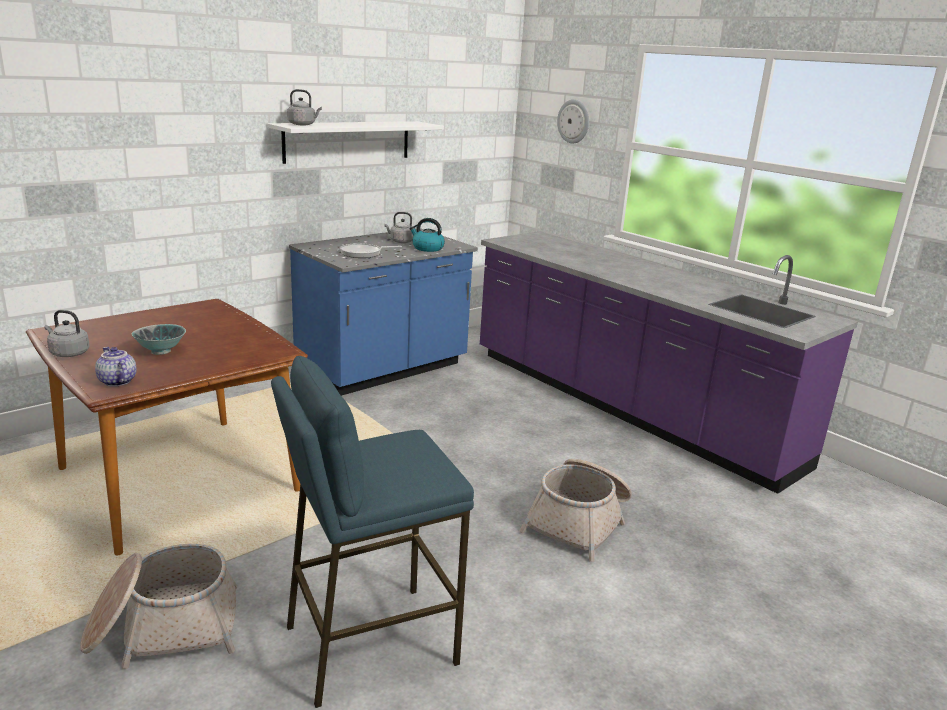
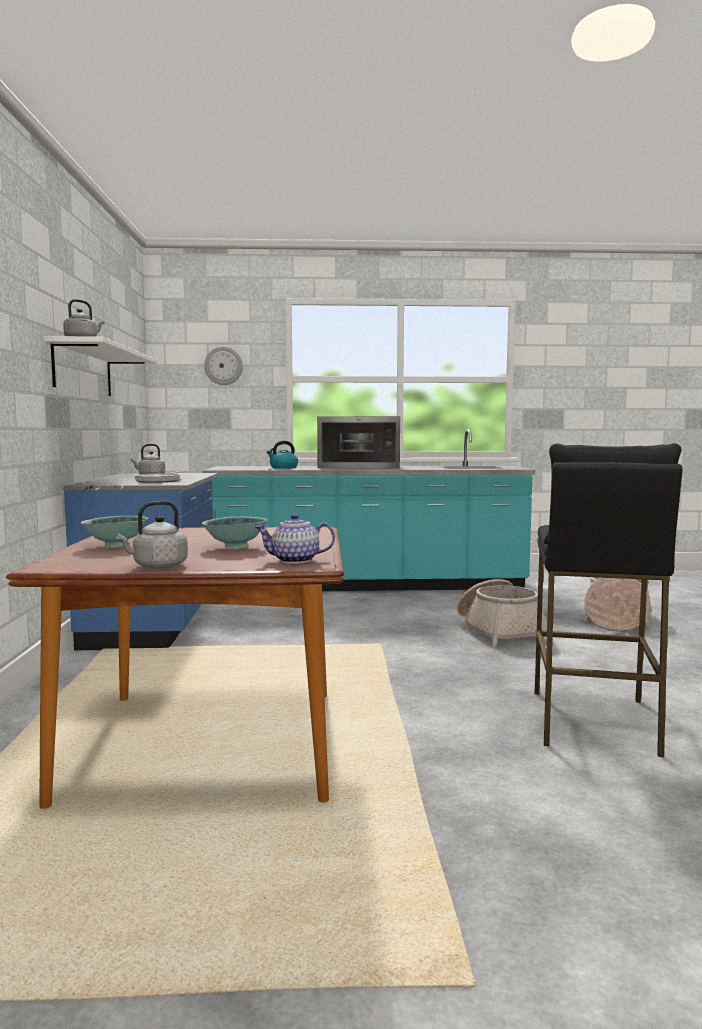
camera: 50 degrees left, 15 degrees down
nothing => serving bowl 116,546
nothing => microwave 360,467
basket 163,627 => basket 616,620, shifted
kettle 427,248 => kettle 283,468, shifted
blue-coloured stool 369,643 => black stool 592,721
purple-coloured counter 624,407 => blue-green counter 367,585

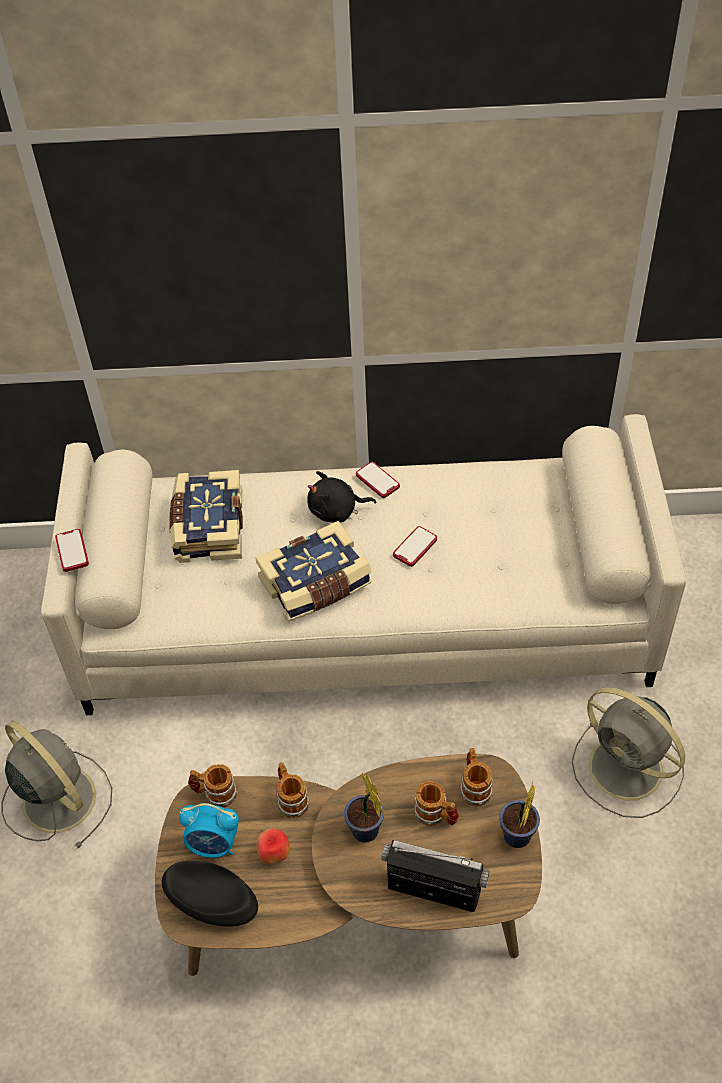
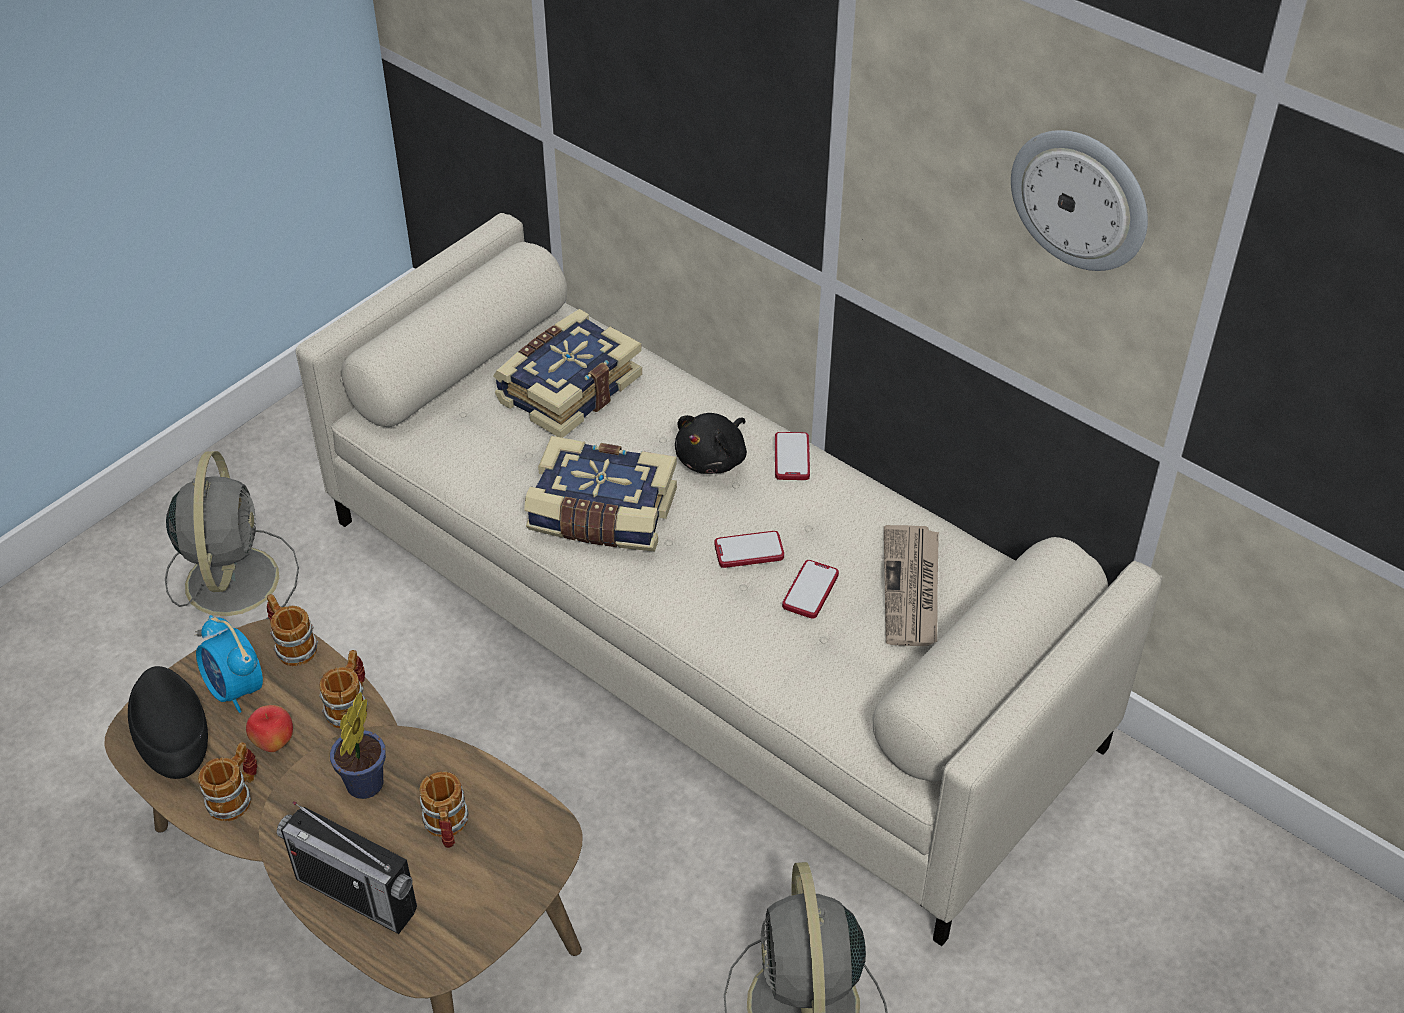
camera: 40 degrees right, 5 degrees down
plant in a pot 515,839 => nothing
nothing => newspaper 912,589
nothing => hanging clock 1081,199
telephone 72,551 => telephone 810,590, shifted
mug 474,786 => mug 236,796, shifted
black soft toy 336,511 => black soft toy 713,459, 90 degrees counterclockwise
radio receiver 433,889 => radio receiver 356,894, 150 degrees clockwise

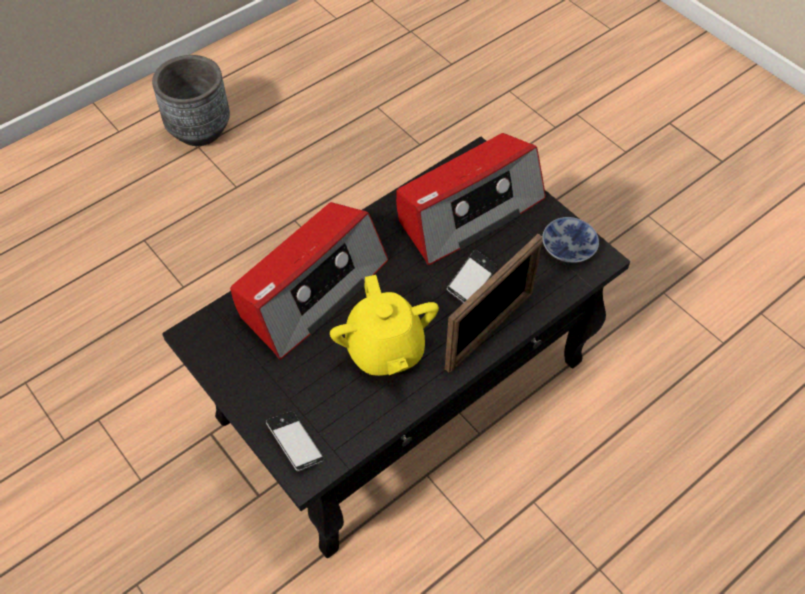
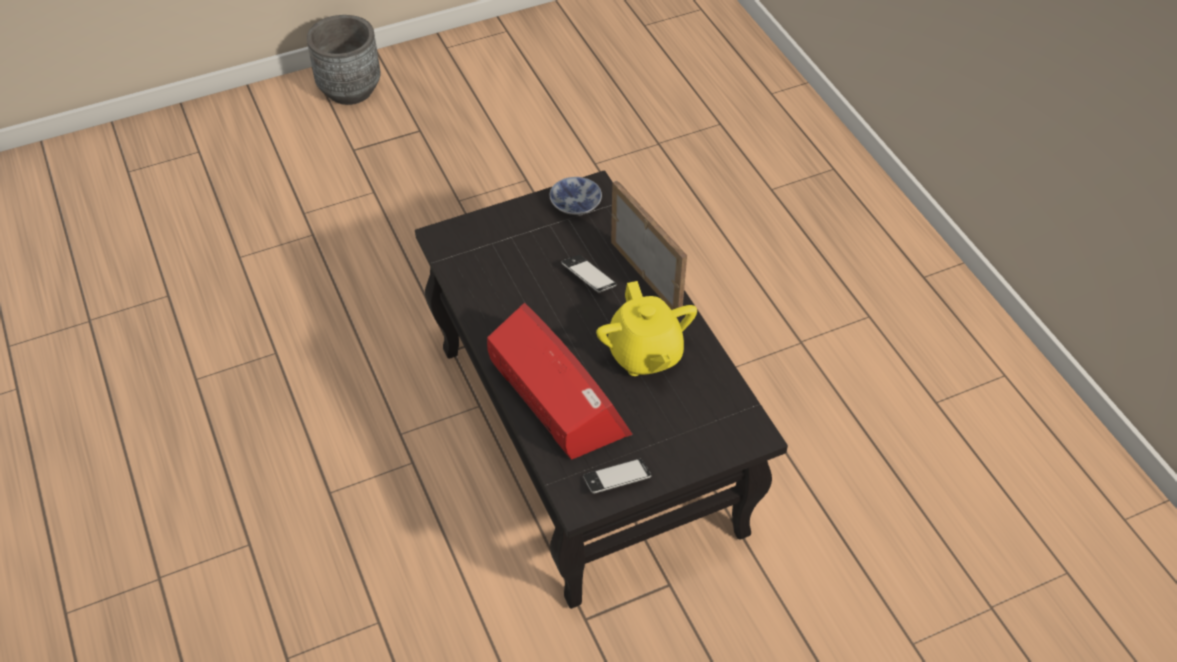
camera: 75 degrees left, 5 degrees down
radio receiver 468,210 => nothing
grey flower pot 200,130 => grey flower pot 350,90, shifted
telephone 295,443 => telephone 617,479, shifted
yellow tea pot 385,350 => yellow tea pot 645,354, 75 degrees clockwise

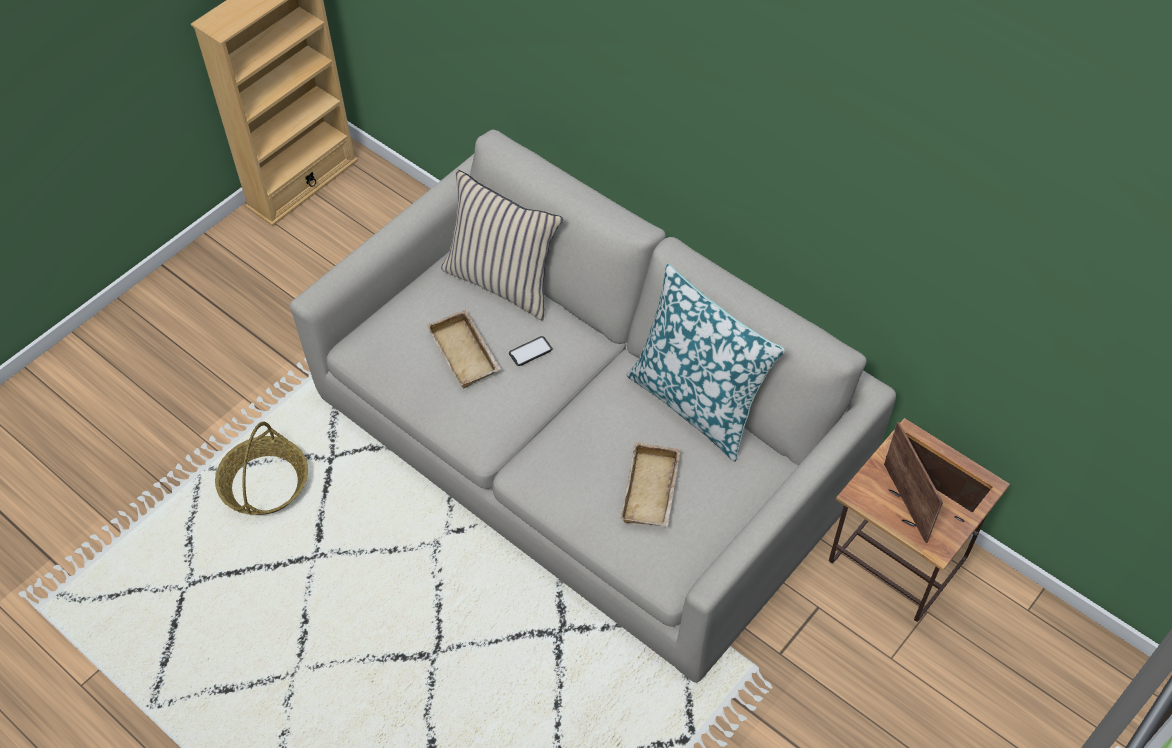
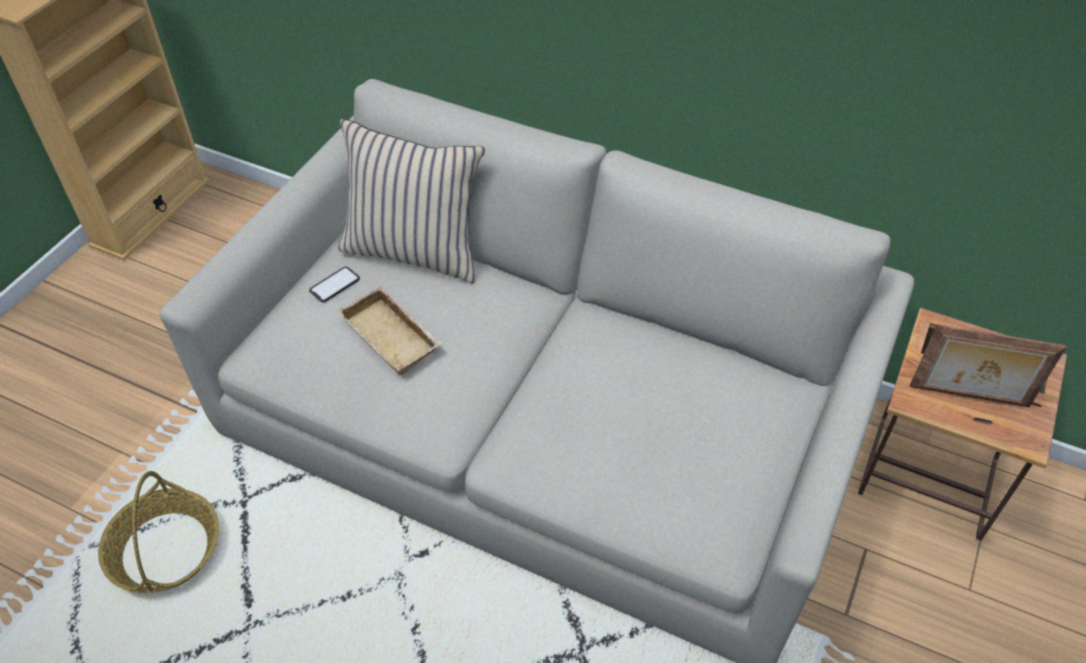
camera: 15 degrees left, 5 degrees down
sand-coloured carrying tray 653,491 => nothing
cushion 697,403 => nothing
telephone 530,351 => telephone 334,285, shifted
photo frame 906,502 => photo frame 969,397, 135 degrees clockwise

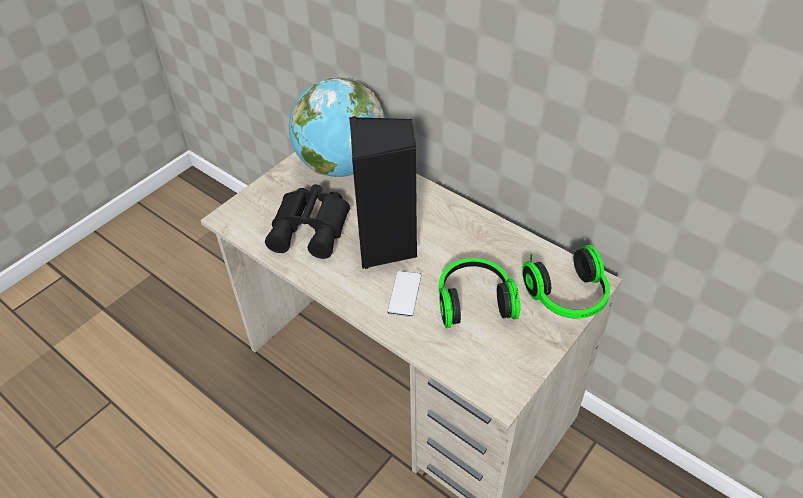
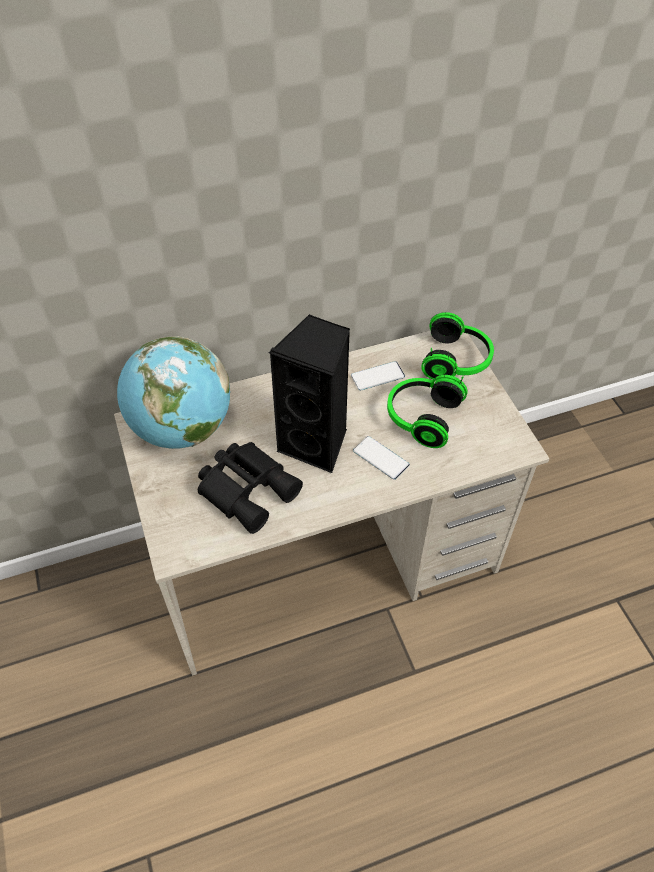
camera: 60 degrees left, 5 degrees up
nothing => telephone 378,376

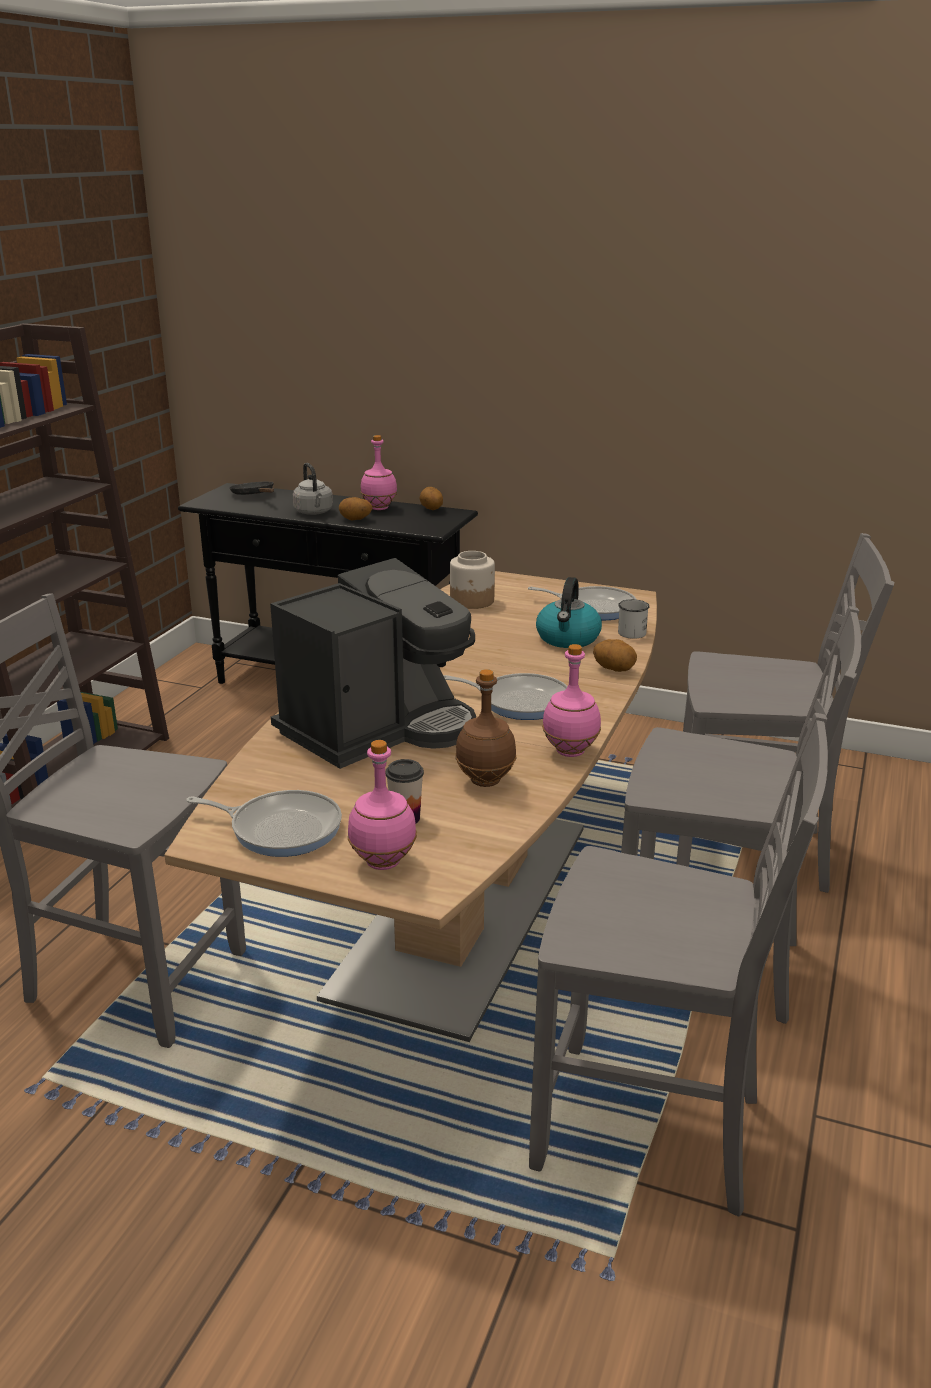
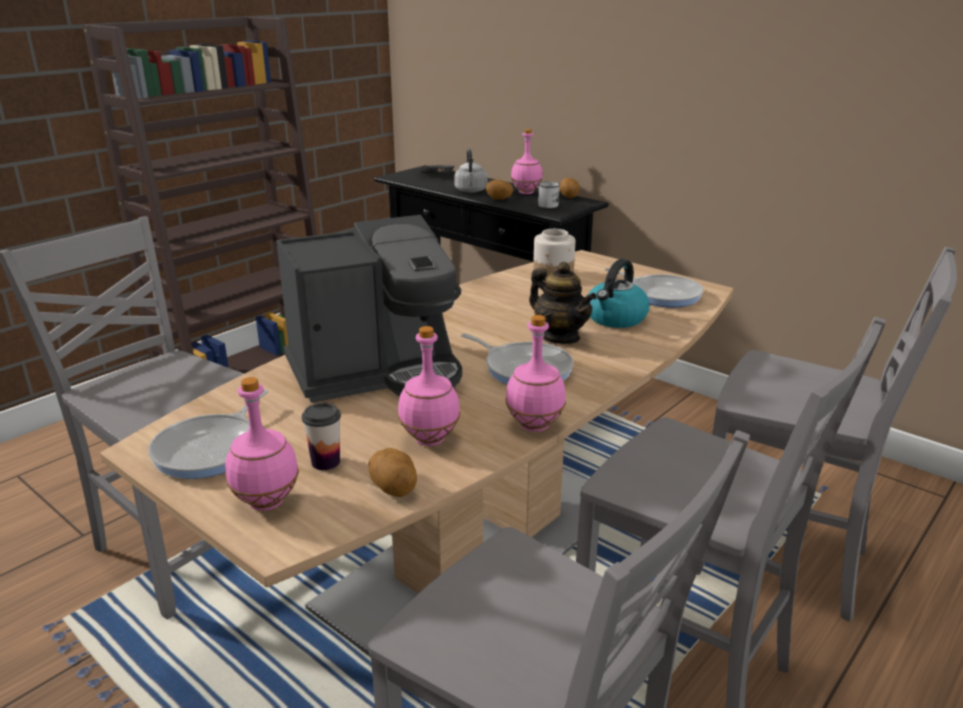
camera: 20 degrees right, 0 degrees up
nothing => tea pot 560,337
spud 614,669 => spud 394,489, shifted
whitish mug 631,631 => whitish mug 549,204, shifted
brown beverage bottle 484,781 => pink beverage bottle 429,439
skillet 281,829 => skillet 212,449, 75 degrees clockwise

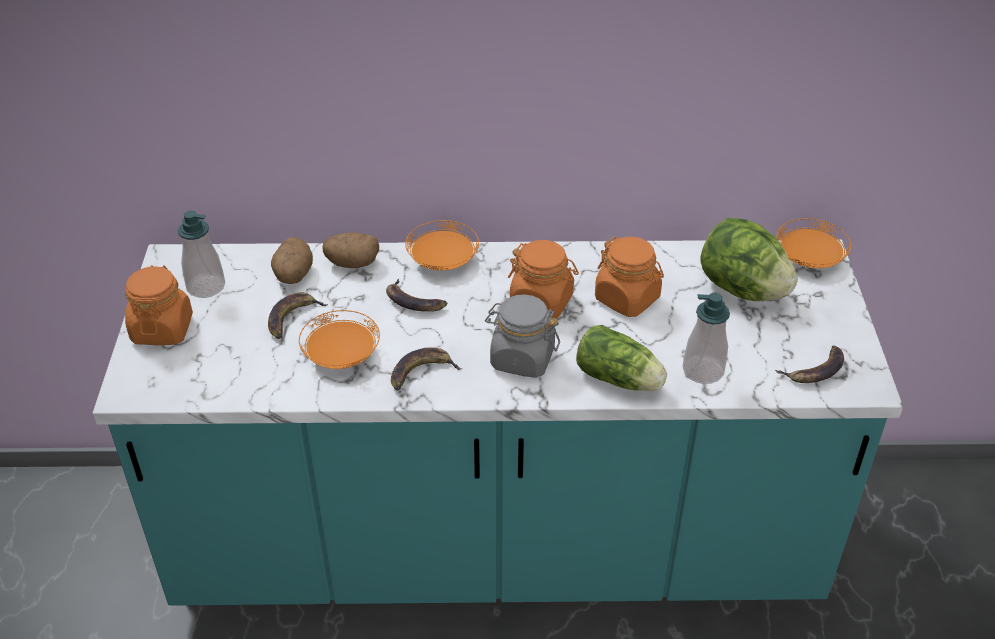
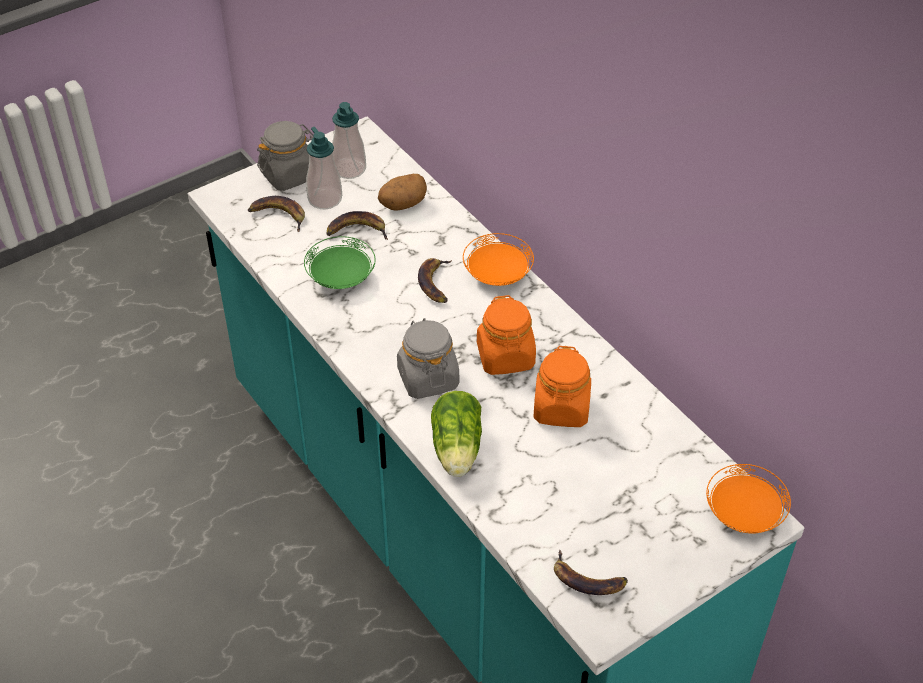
camera: 55 degrees right, 5 degrees up
spud 352,263 => nothing
head of lettuce 742,290 => nothing
banana 421,373 => banana 278,215, shifted
soap bottle 703,370 => soap bottle 325,199, shifted
orange storage jar 162,329 => grey storage jar 288,175
orange dinner plate 341,356 => green dinner plate 340,277

